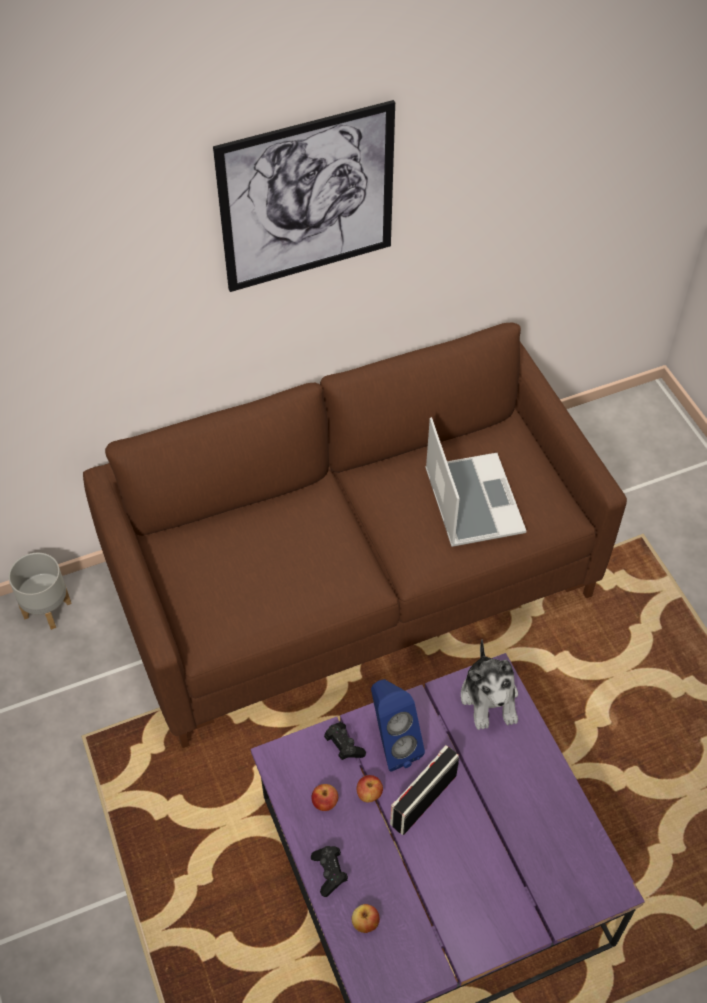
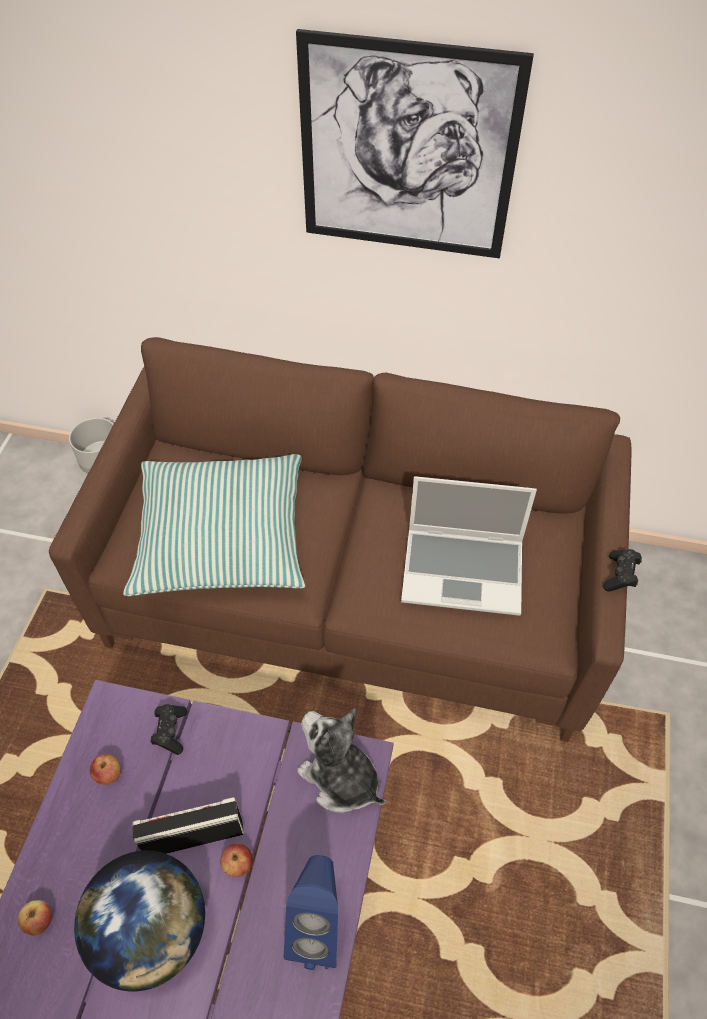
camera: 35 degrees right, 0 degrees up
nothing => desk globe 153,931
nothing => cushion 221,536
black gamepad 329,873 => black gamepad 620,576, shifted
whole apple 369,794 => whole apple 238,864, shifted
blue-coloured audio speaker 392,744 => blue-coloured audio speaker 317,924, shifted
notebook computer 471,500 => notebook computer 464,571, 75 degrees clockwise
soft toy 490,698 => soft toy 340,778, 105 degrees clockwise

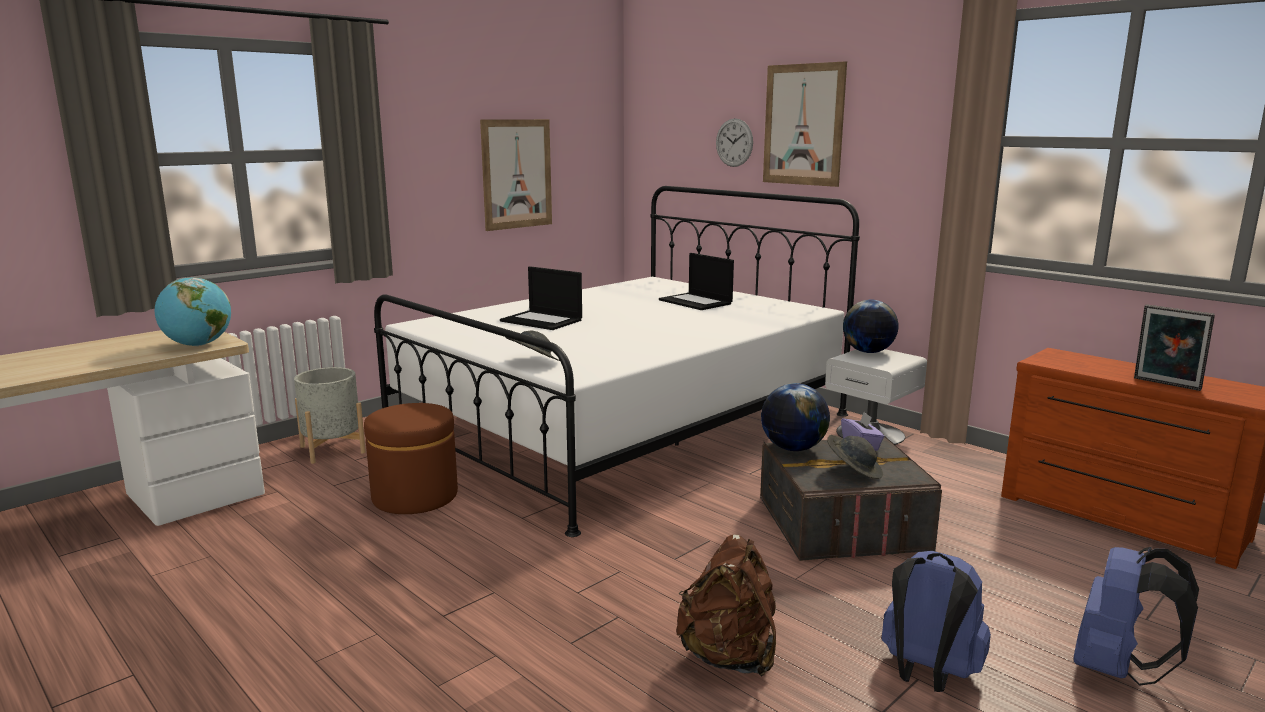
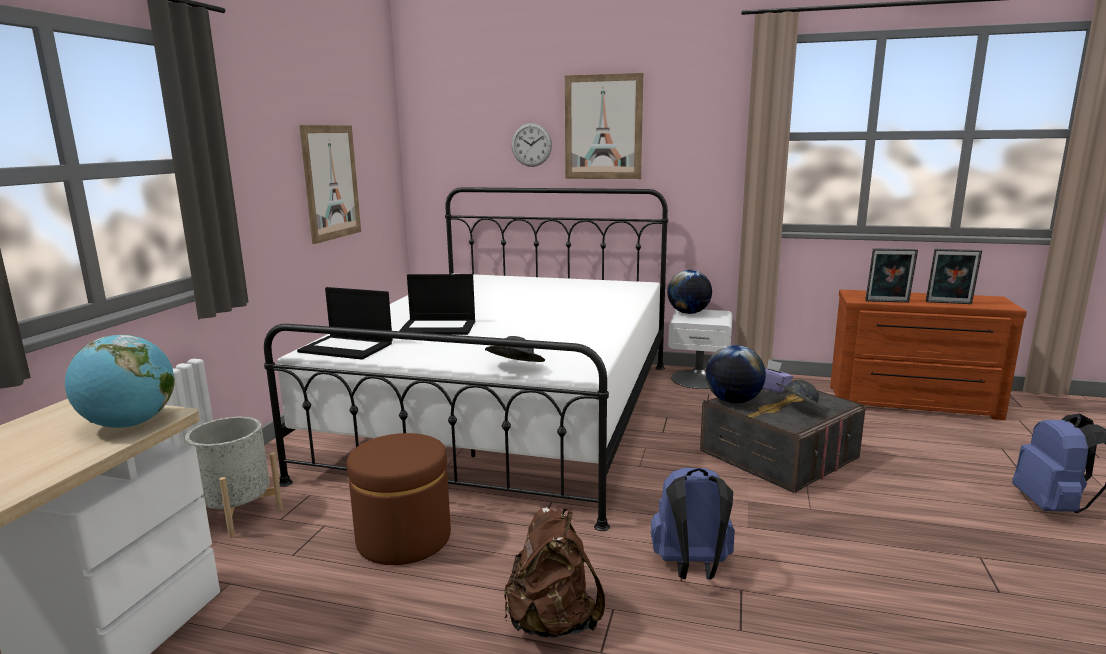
camera: 30 degrees left, 0 degrees up
nothing => photo frame 887,302
notebook computer 696,302 => notebook computer 347,347, shifted
brown rucksack 729,657 => brown rucksack 552,622, shifted
blue-coloured rucksack 927,675 => blue-coloured rucksack 692,568, shifted

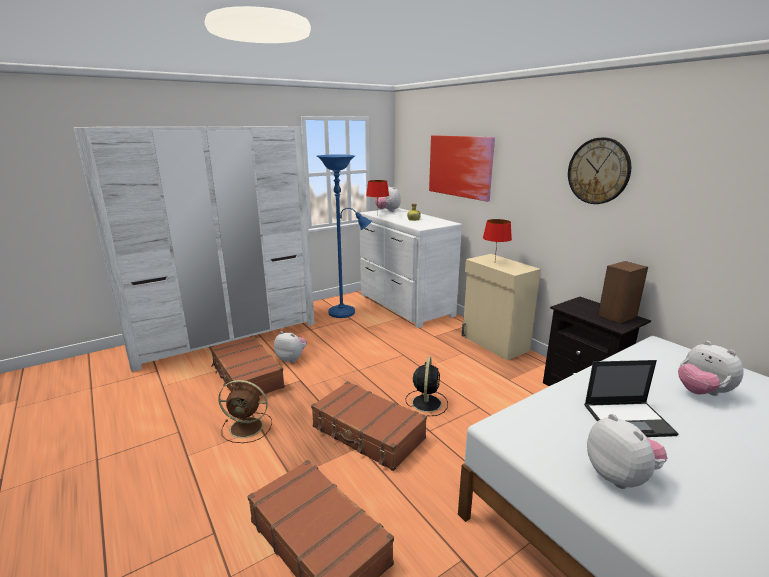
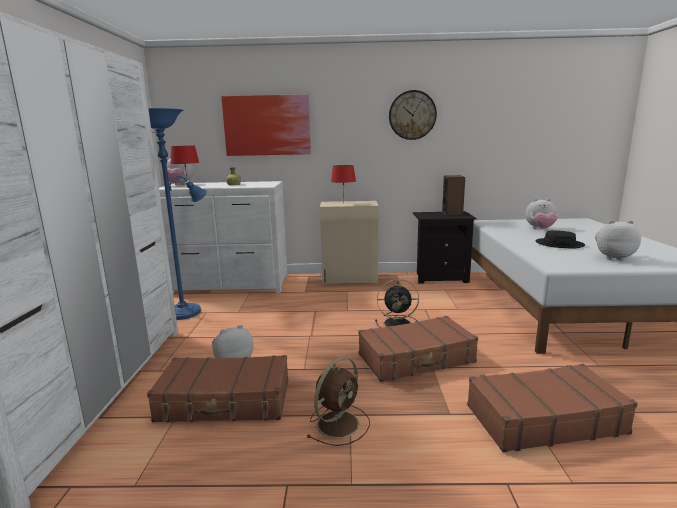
camera: 55 degrees left, 5 degrees down
notebook computer 629,419 => black clothing hat 559,244
black fan 426,402 => black fan 398,324, 135 degrees clockwise

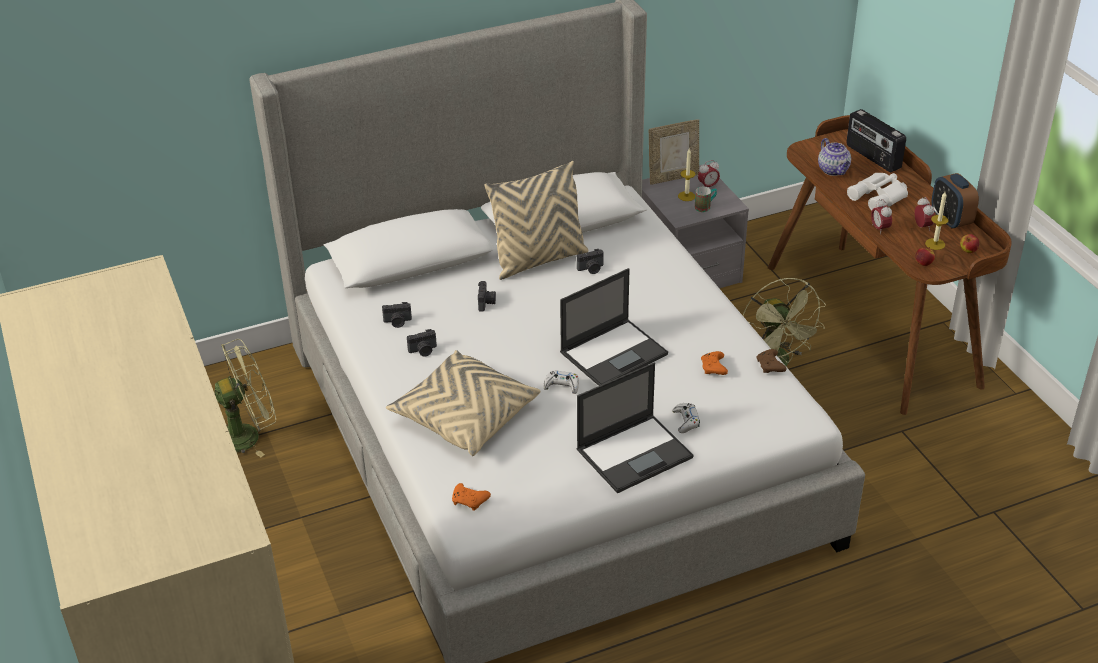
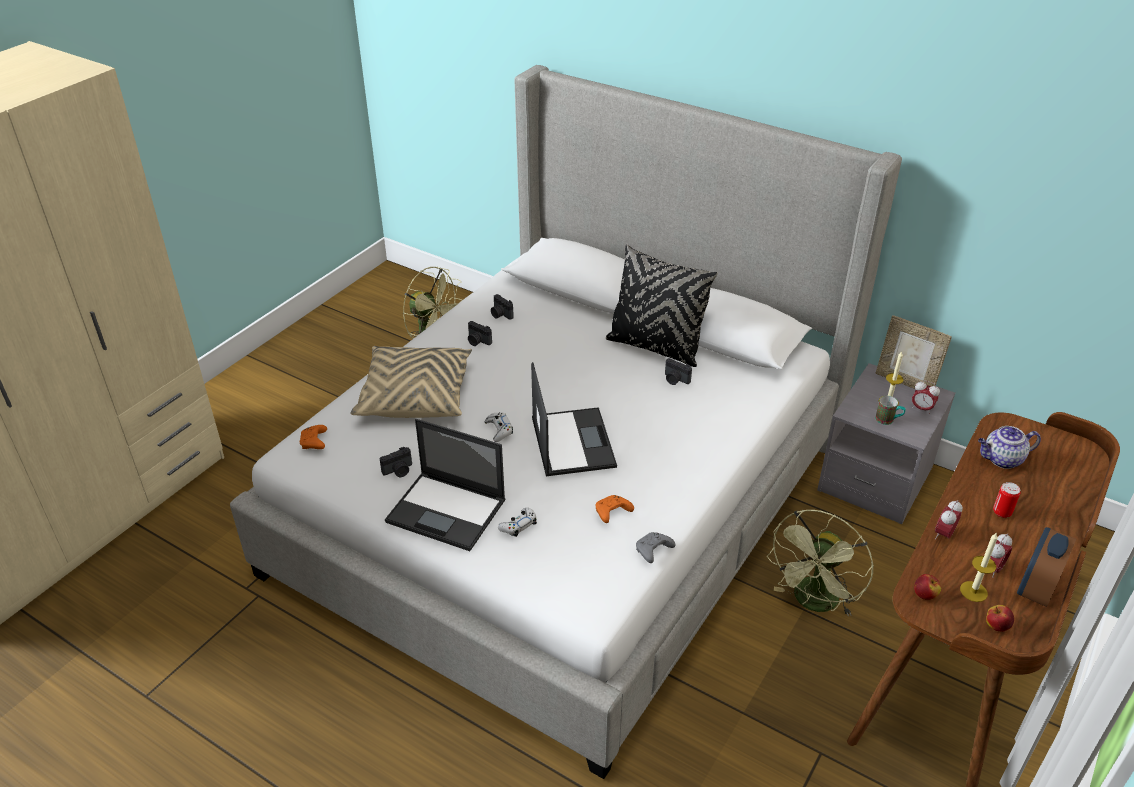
camera: 55 degrees right, 0 degrees up
radio receiver 872,157 => nothing
still camera 486,303 => still camera 398,471, shifted
whitish field glasses 879,197 => metal can 1002,512
sand-coloured cushion 539,259 => black cushion 655,347
brown gamepad 770,366 => grey gamepad 653,551
notebook computer 614,353 => notebook computer 572,441, 120 degrees counterclockwise
tea pot 834,170 => tea pot 1001,459, 45 degrees clockwise

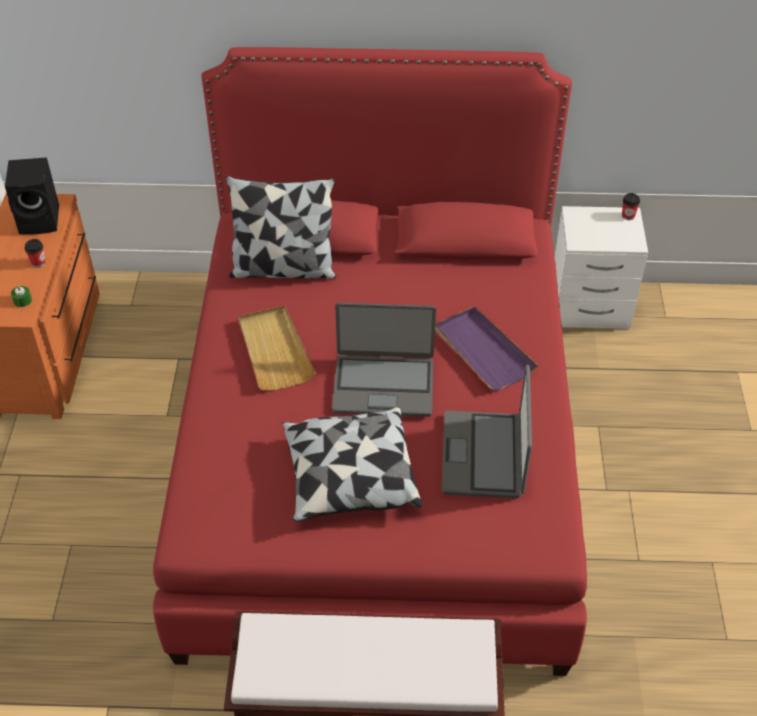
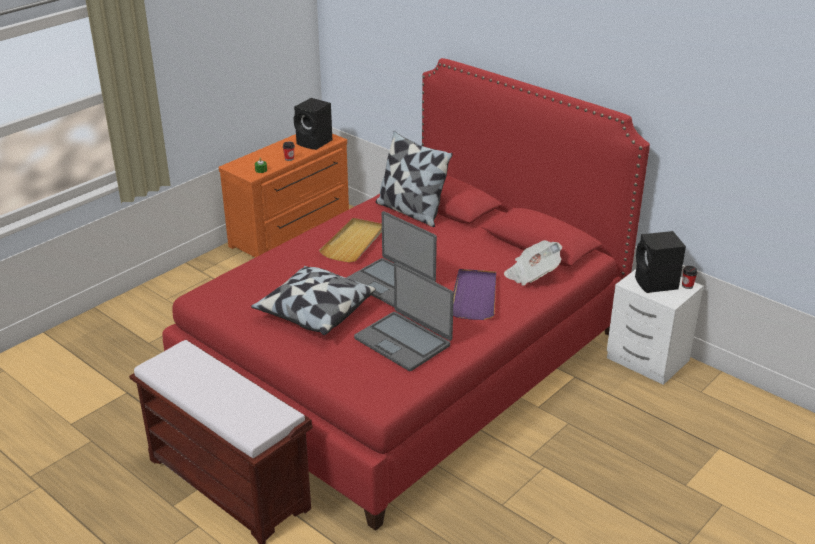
camera: 40 degrees right, 15 degrees down
nothing => newspaper 532,275
nothing => black audio speaker 656,284
notebook computer 484,455 => notebook computer 403,341, 90 degrees counterclockwise

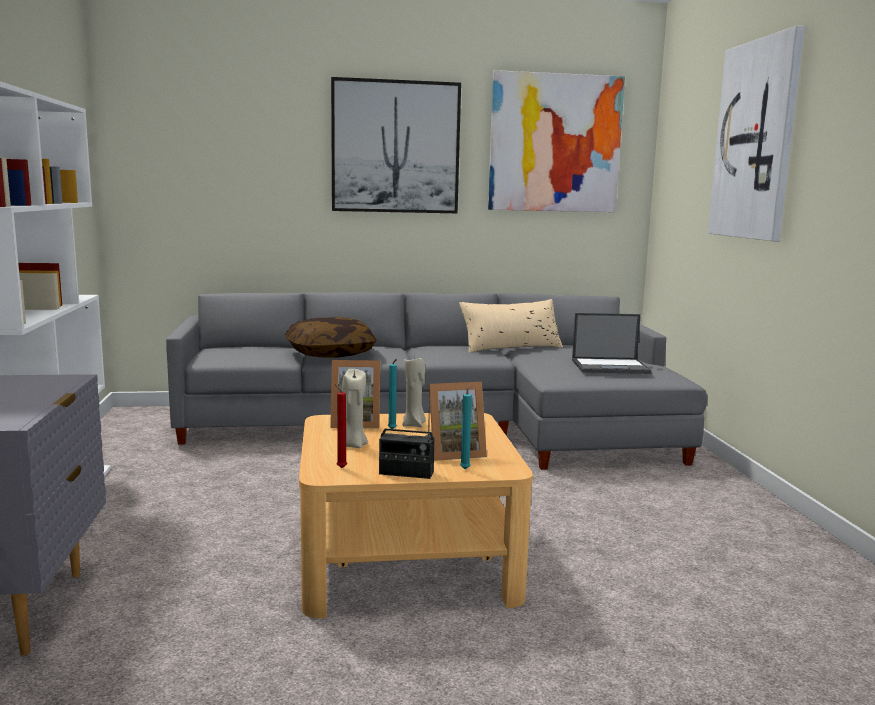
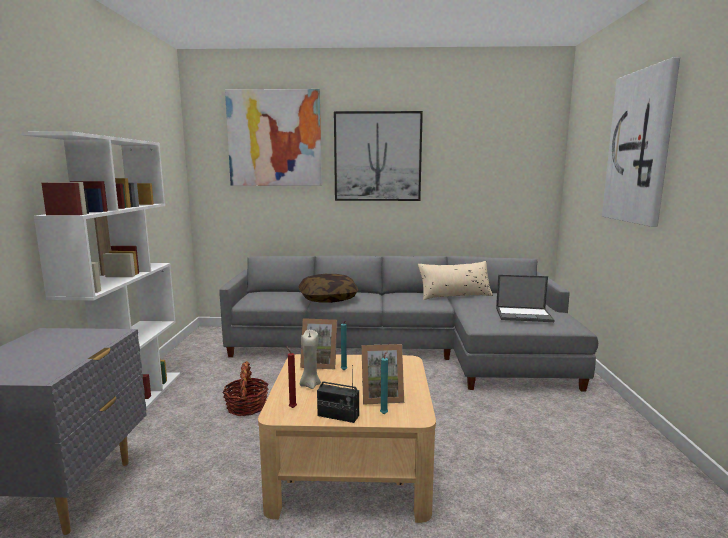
camera: 10 degrees right, 0 degrees up
sand-coloured wax candle 414,425 => nothing
nothing => basket 247,407
wall art 555,143 => wall art 274,138, shifted

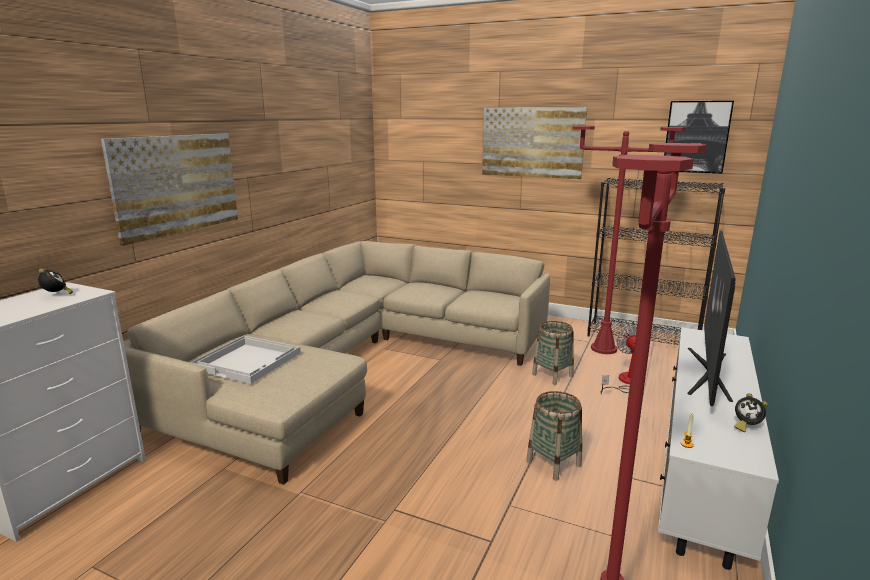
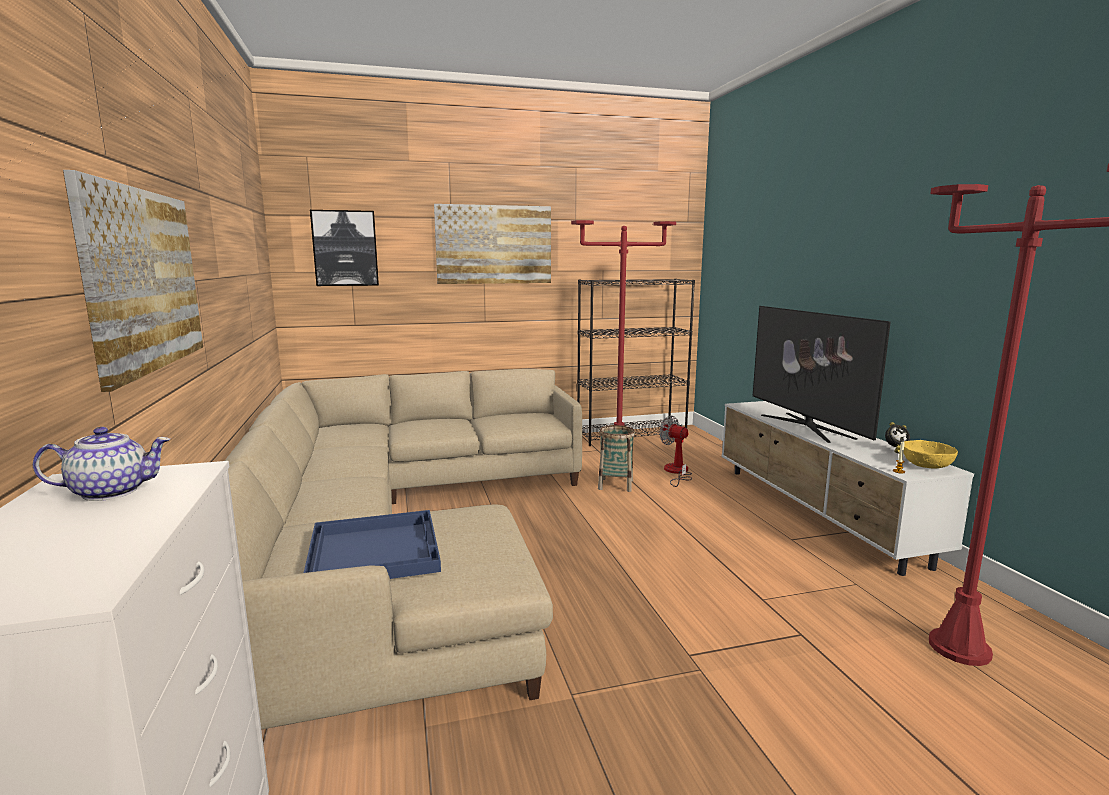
camera: 40 degrees left, 5 degrees down
basket 553,463 => nothing
nothing => yellow serving bowl 926,465
wall art 696,137 => wall art 345,248, shifted
alarm clock 57,295 => tea pot 112,491
whitish carrying tray 248,360 => blue-coloured carrying tray 375,550

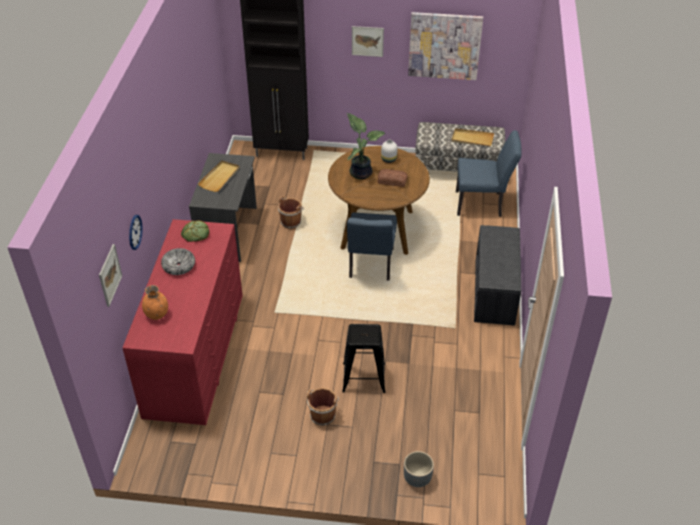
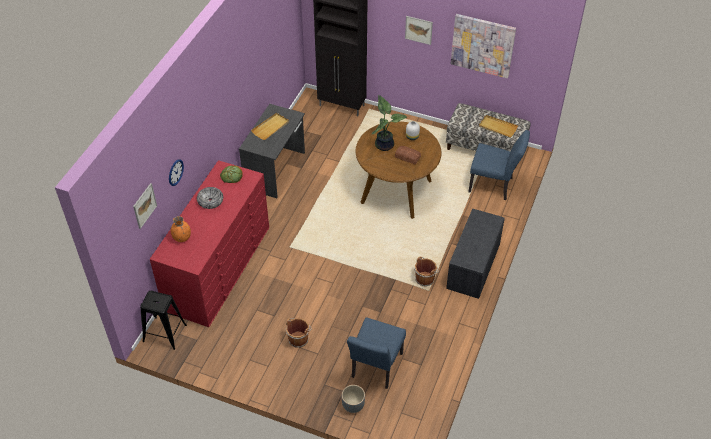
camera: 15 degrees right, 5 degrees up
brown bucket 291,221 => brown bucket 425,278, shifted
black stool 363,377 => black stool 164,333, shifted
blue-coloured chair 370,266 => blue-coloured chair 375,369, shifted

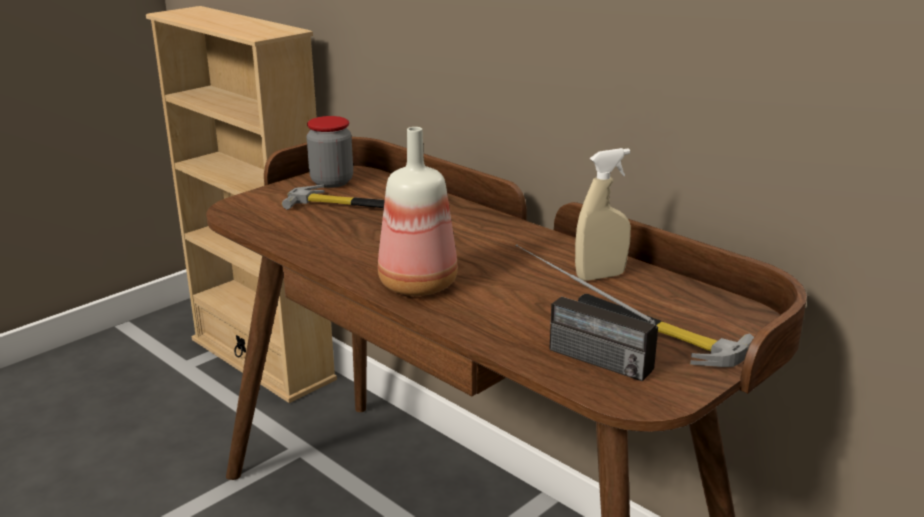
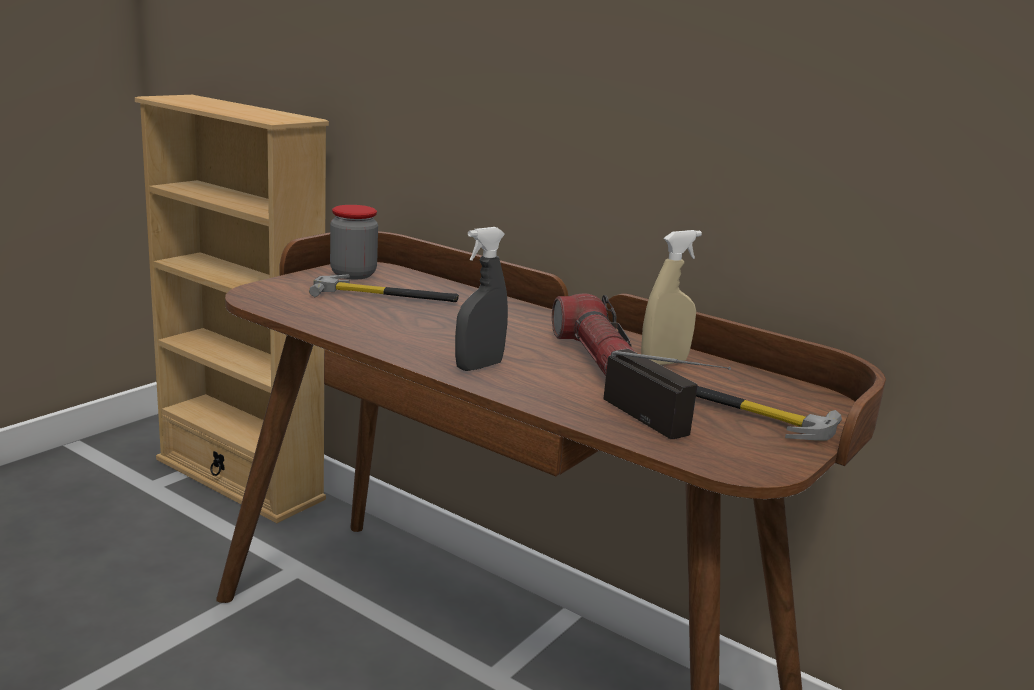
camera: 10 degrees left, 5 degrees down
nothing => torch 595,357
beverage bottle 415,284 => grey hand sprayer 479,366
radio receiver 574,353 => radio receiver 666,427, 150 degrees counterclockwise

